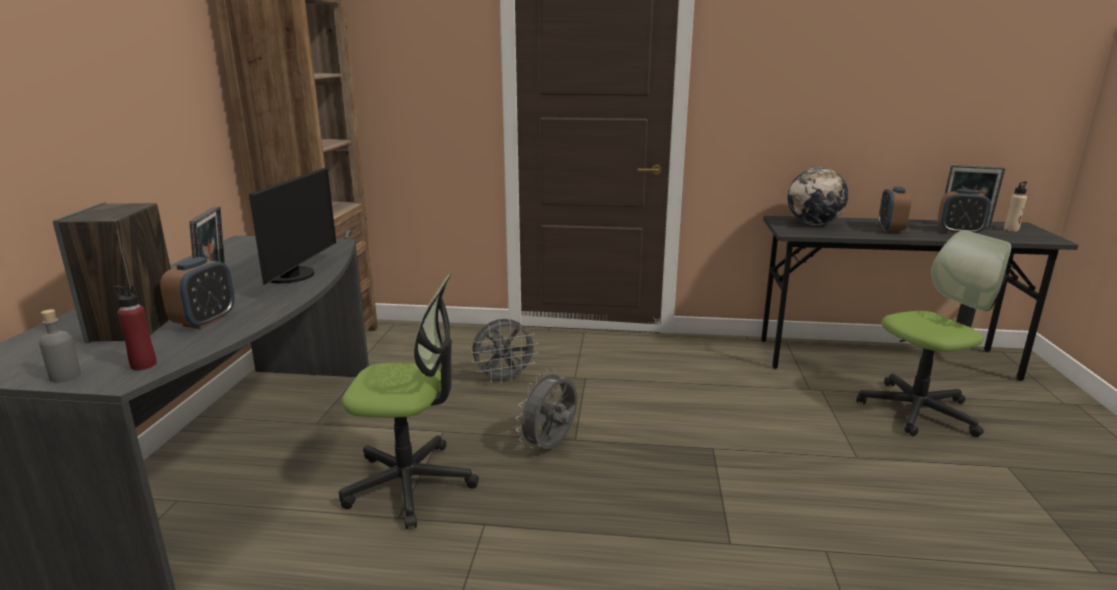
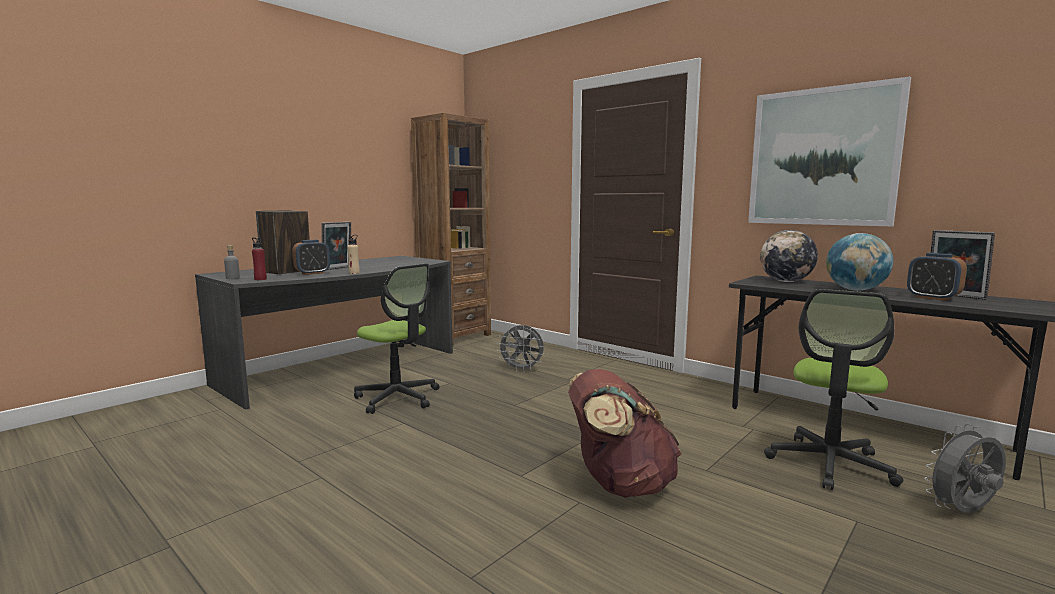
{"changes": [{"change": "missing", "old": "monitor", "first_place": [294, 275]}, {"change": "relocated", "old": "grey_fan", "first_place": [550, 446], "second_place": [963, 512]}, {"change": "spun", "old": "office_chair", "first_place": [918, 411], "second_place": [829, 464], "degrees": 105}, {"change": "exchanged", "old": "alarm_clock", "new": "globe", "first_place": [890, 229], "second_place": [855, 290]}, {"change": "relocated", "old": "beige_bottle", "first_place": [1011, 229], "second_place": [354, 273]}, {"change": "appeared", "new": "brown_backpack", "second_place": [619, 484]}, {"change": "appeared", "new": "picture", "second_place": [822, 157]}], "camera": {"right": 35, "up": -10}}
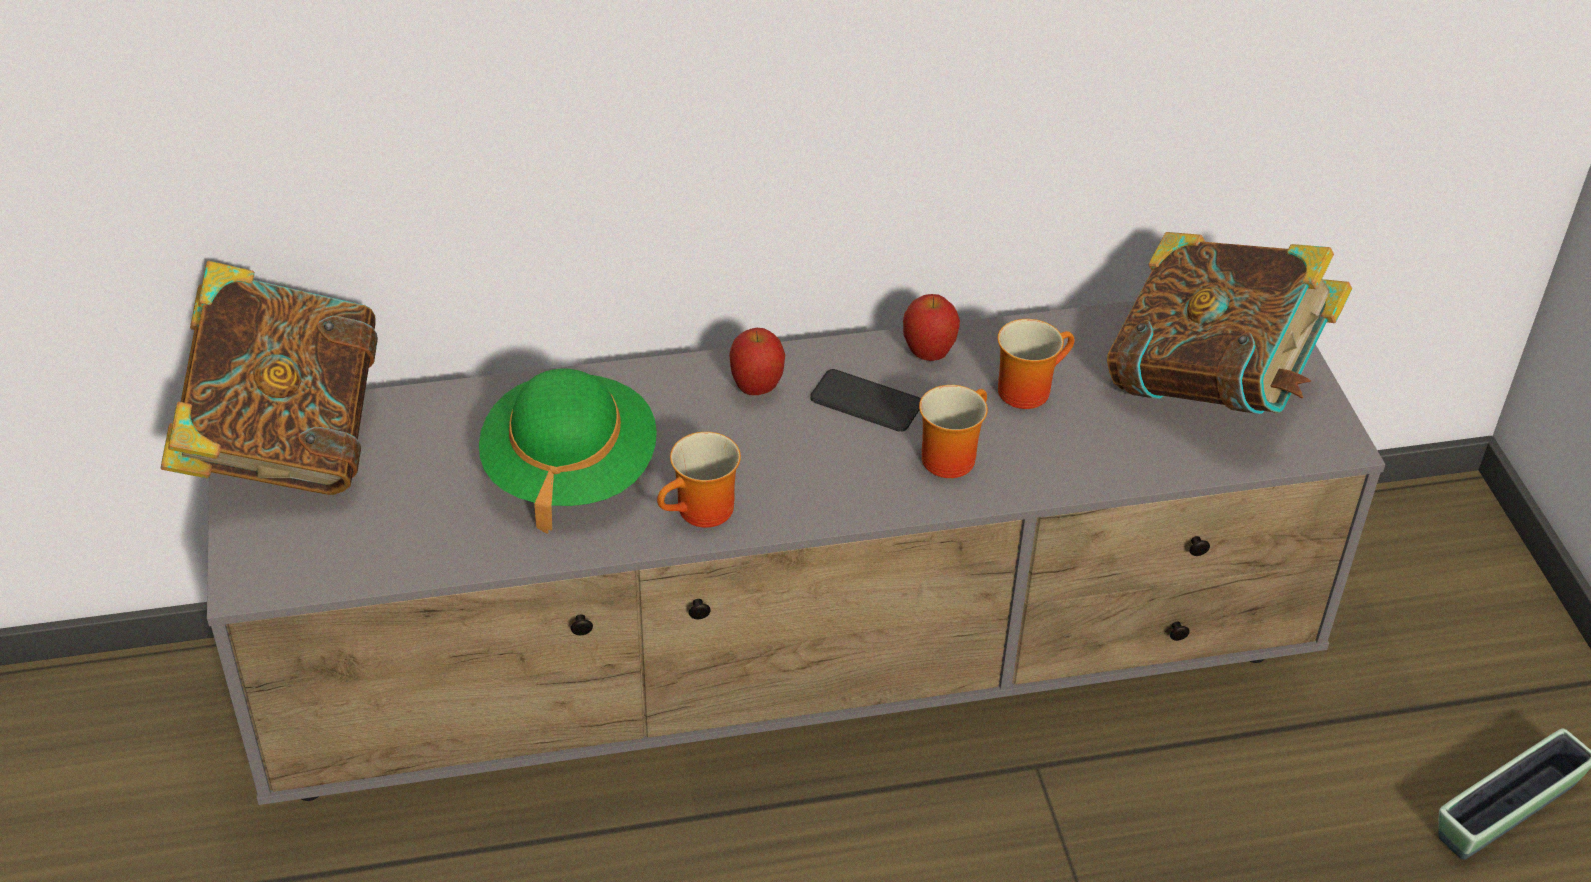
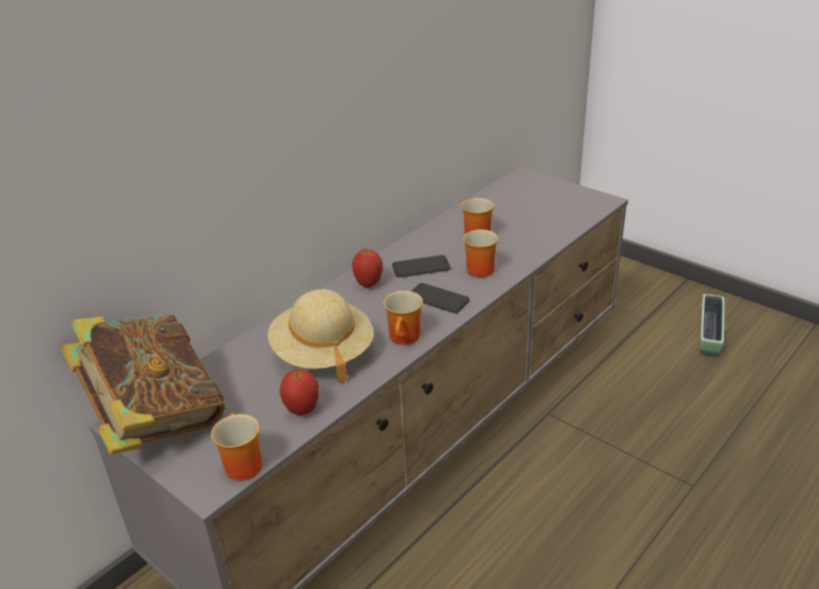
{"changes": [{"change": "colour", "old": "green_hat", "new": "beige_hat", "first_place": [570, 470], "second_place": [323, 353]}, {"change": "relocated", "old": "apple", "first_place": [928, 354], "second_place": [302, 410]}, {"change": "missing", "old": "book", "first_place": [1213, 387]}, {"change": "appeared", "new": "mug", "second_place": [240, 464]}, {"change": "appeared", "new": "phone", "second_place": [438, 299]}], "camera": {"right": -35, "up": -10}}
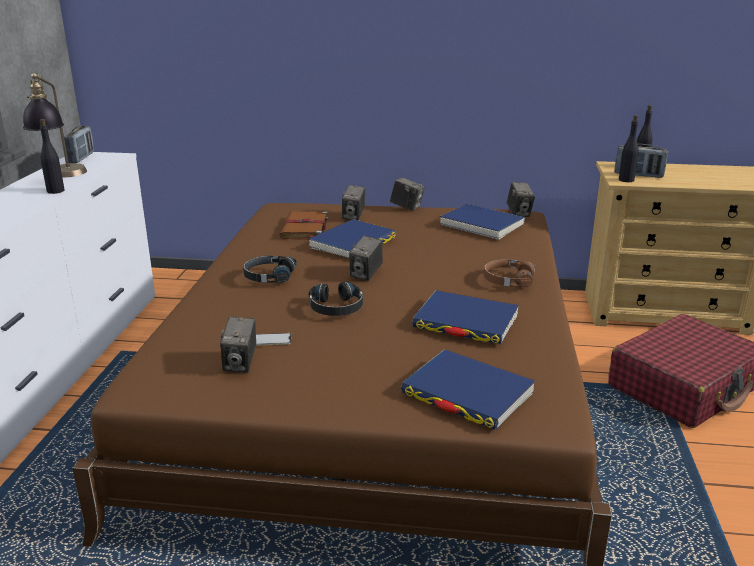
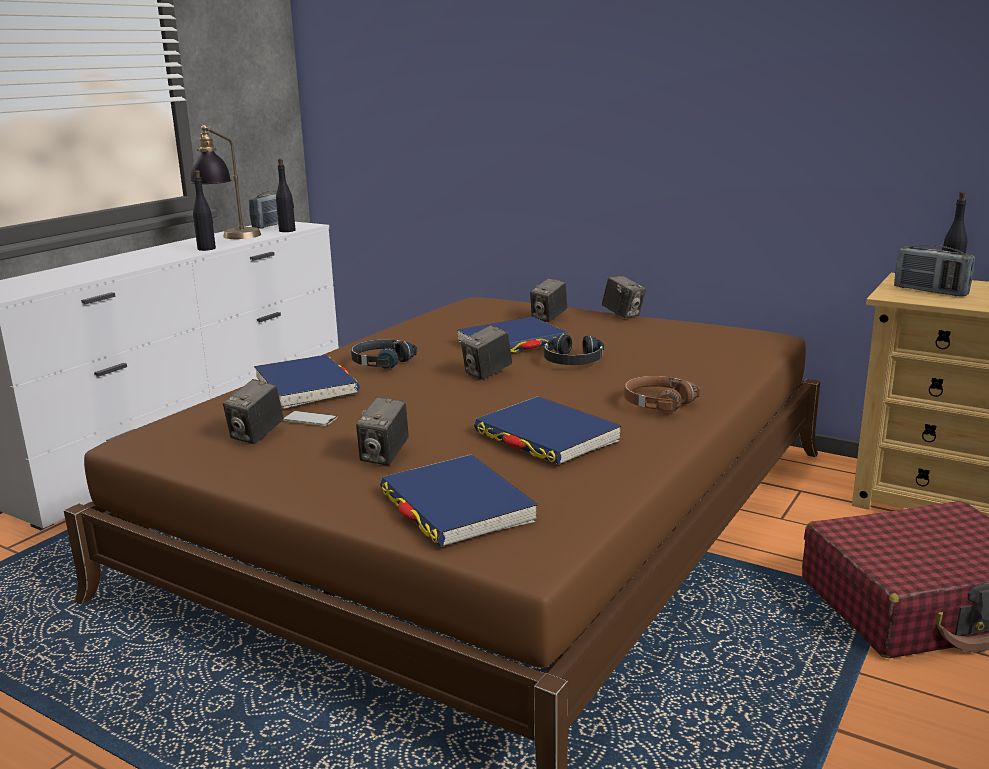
{"changes": [{"change": "missing", "old": "brown_book", "first_place": [304, 228]}, {"change": "relocated", "old": "black_headphones", "first_place": [336, 308], "second_place": [573, 361]}, {"change": "relocated", "old": "blue_book", "first_place": [482, 225], "second_place": [306, 386]}, {"change": "relocated", "old": "photo_camera", "first_place": [519, 213], "second_place": [384, 456]}, {"change": "relocated", "old": "black_bottle", "first_place": [626, 180], "second_place": [287, 230]}], "camera": {"right": 25, "up": -5}}
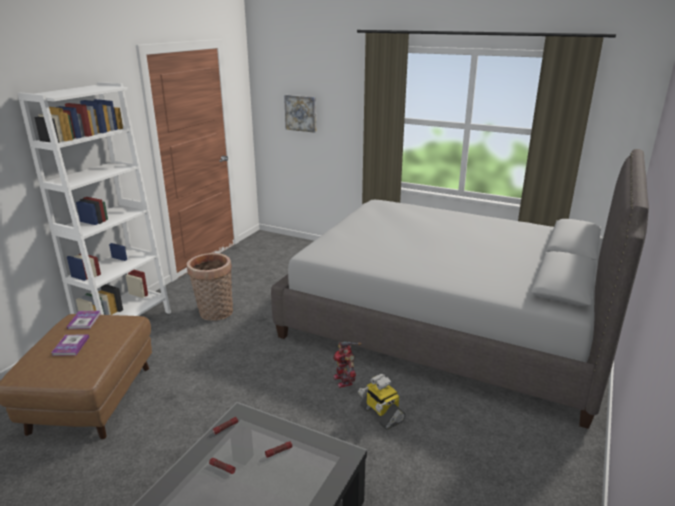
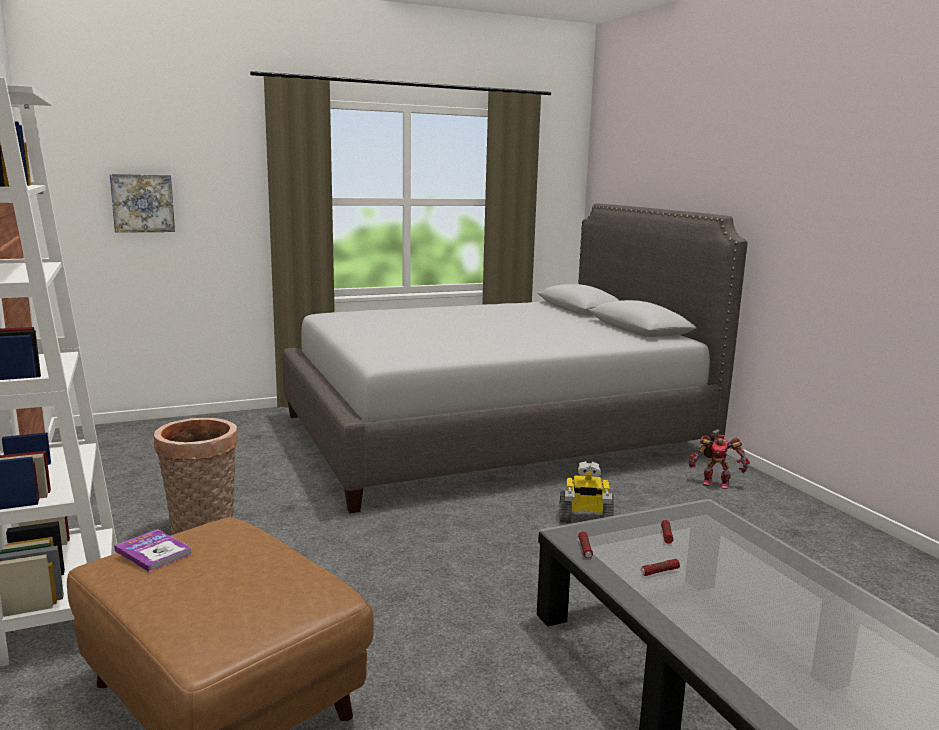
{"changes": [{"change": "missing", "old": "book", "first_place": [71, 346]}, {"change": "relocated", "old": "toy_robot", "first_place": [344, 380], "second_place": [715, 483]}], "camera": {"right": -50, "up": -10}}
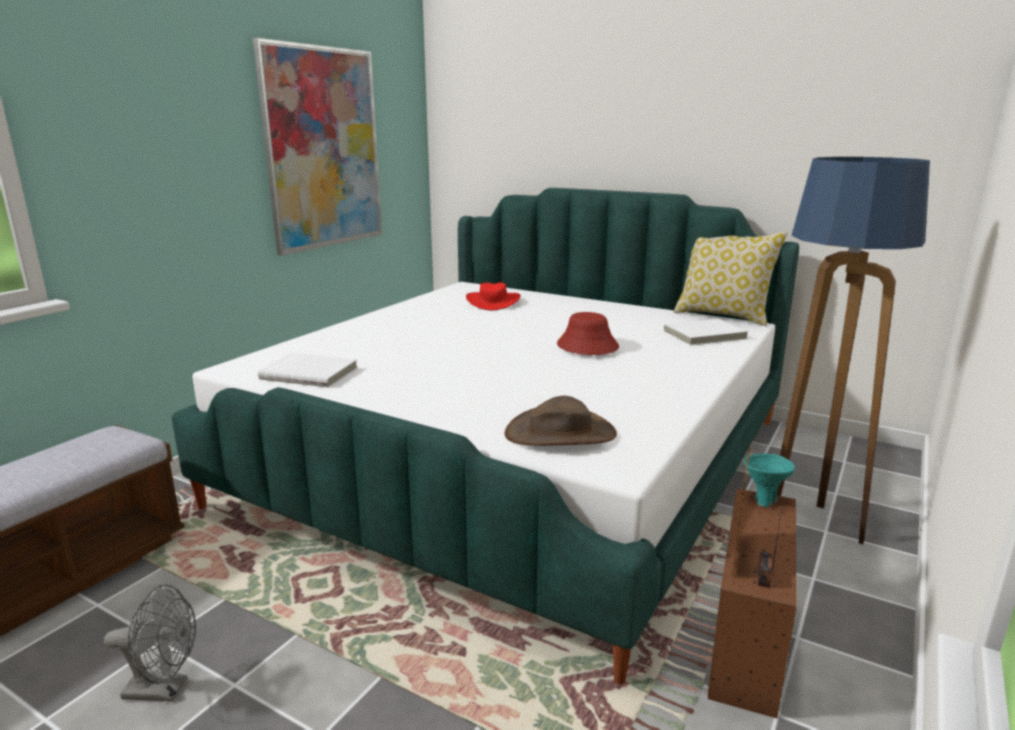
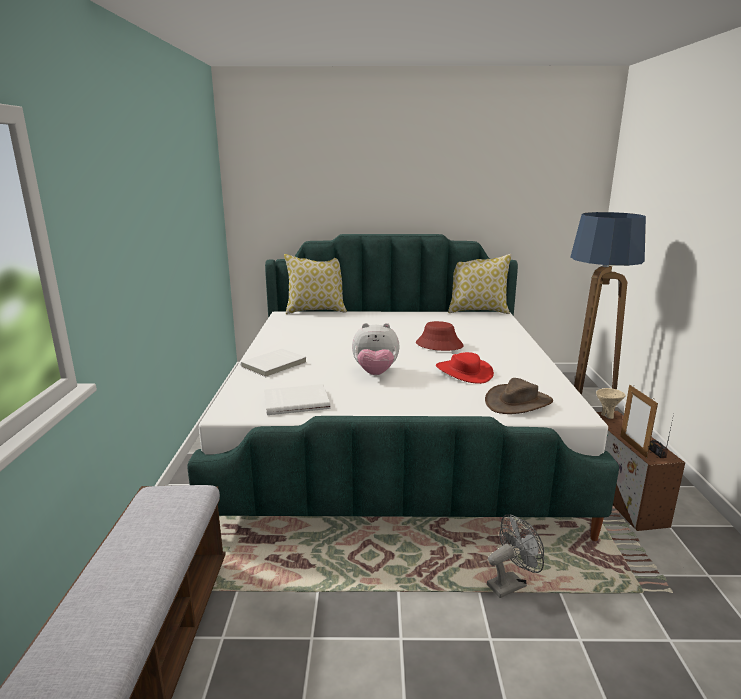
{"changes": [{"change": "relocated", "old": "grey_fan", "first_place": [165, 689], "second_place": [511, 583]}, {"change": "missing", "old": "picture", "first_place": [324, 149]}, {"change": "relocated", "old": "red_hat", "first_place": [493, 302], "second_place": [464, 372]}, {"change": "relocated", "old": "white_book", "first_place": [705, 335], "second_place": [275, 365]}, {"change": "colour", "old": "turquoise_bowl", "new": "beige_bowl", "first_place": [764, 501], "second_place": [607, 415]}, {"change": "appeared", "new": "pillow", "second_place": [316, 310]}, {"change": "appeared", "new": "plush_toy", "second_place": [375, 373]}], "camera": {"right": -30, "up": 0}}
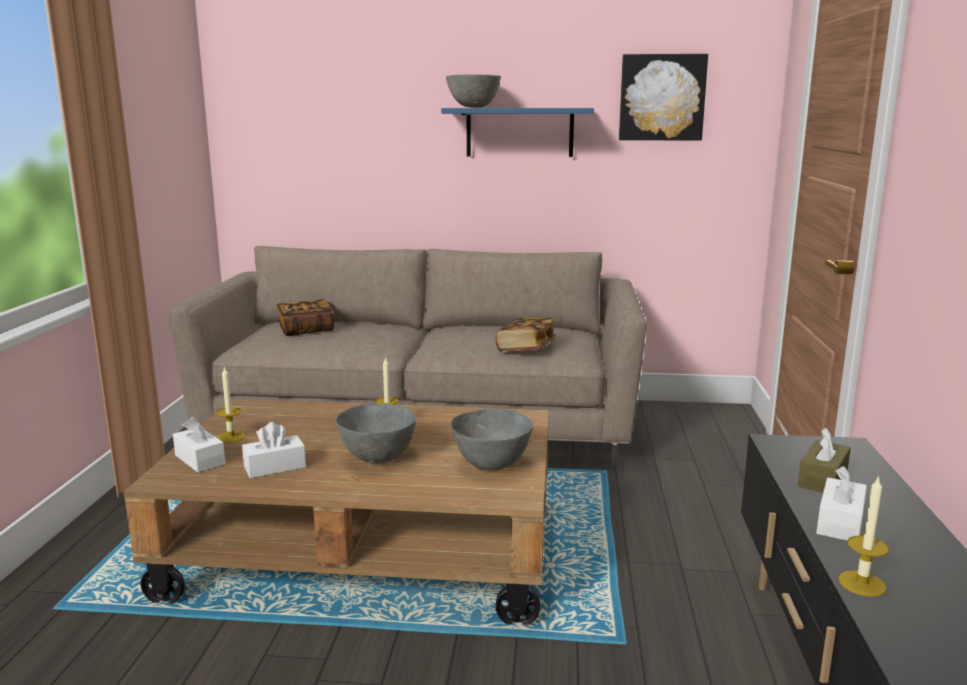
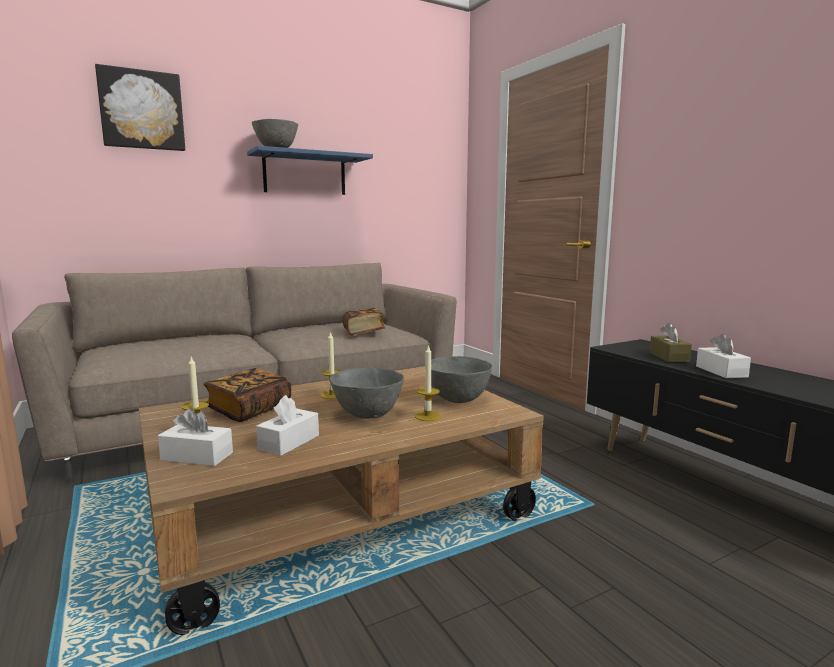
{"changes": [{"change": "relocated", "old": "book", "first_place": [306, 330], "second_place": [249, 410]}, {"change": "relocated", "old": "picture", "first_place": [662, 97], "second_place": [142, 110]}, {"change": "relocated", "old": "candle", "first_place": [862, 583], "second_place": [428, 416]}], "camera": {"right": -35, "up": -5}}
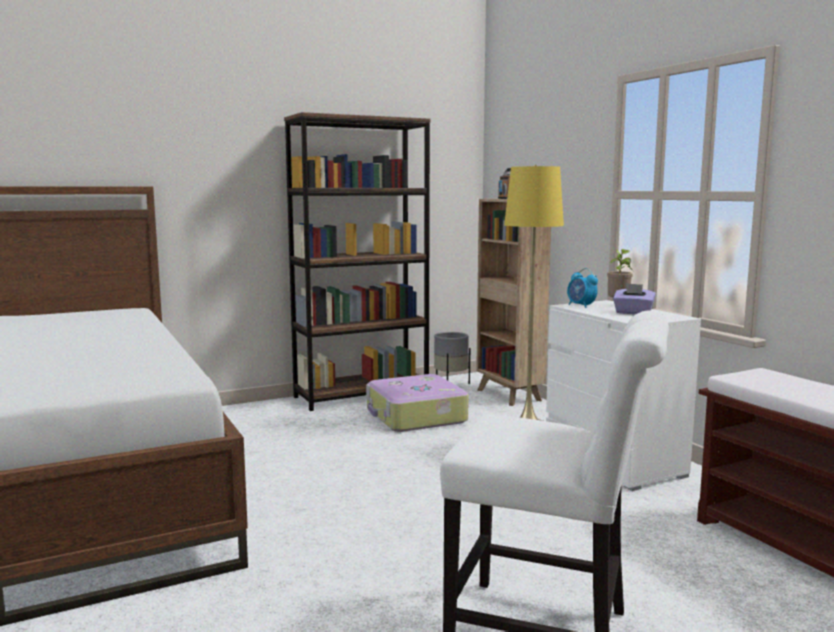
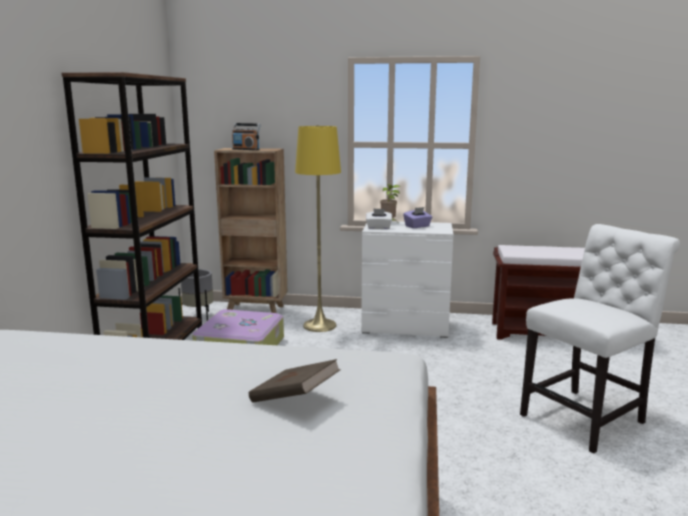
{"changes": [{"change": "exchanged", "old": "alarm_clock", "new": "white_tissue_box", "first_place": [581, 306], "second_place": [378, 228]}, {"change": "appeared", "new": "brown_book", "second_place": [294, 399]}], "camera": {"right": -55, "up": 5}}
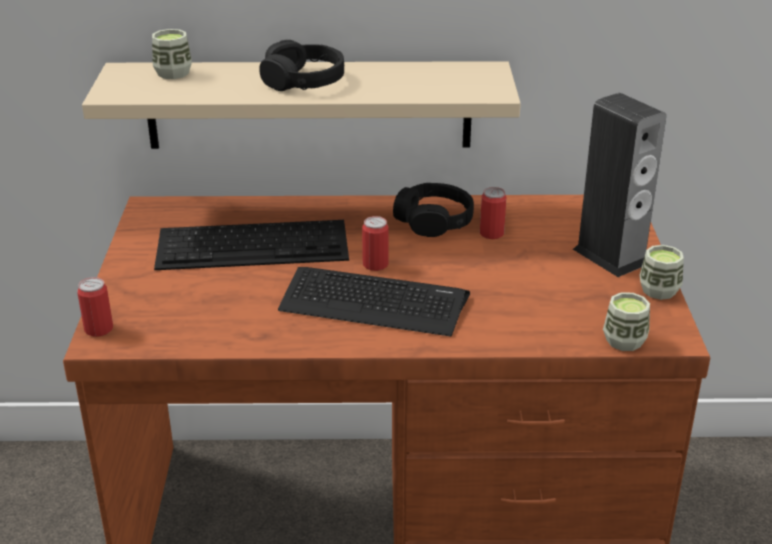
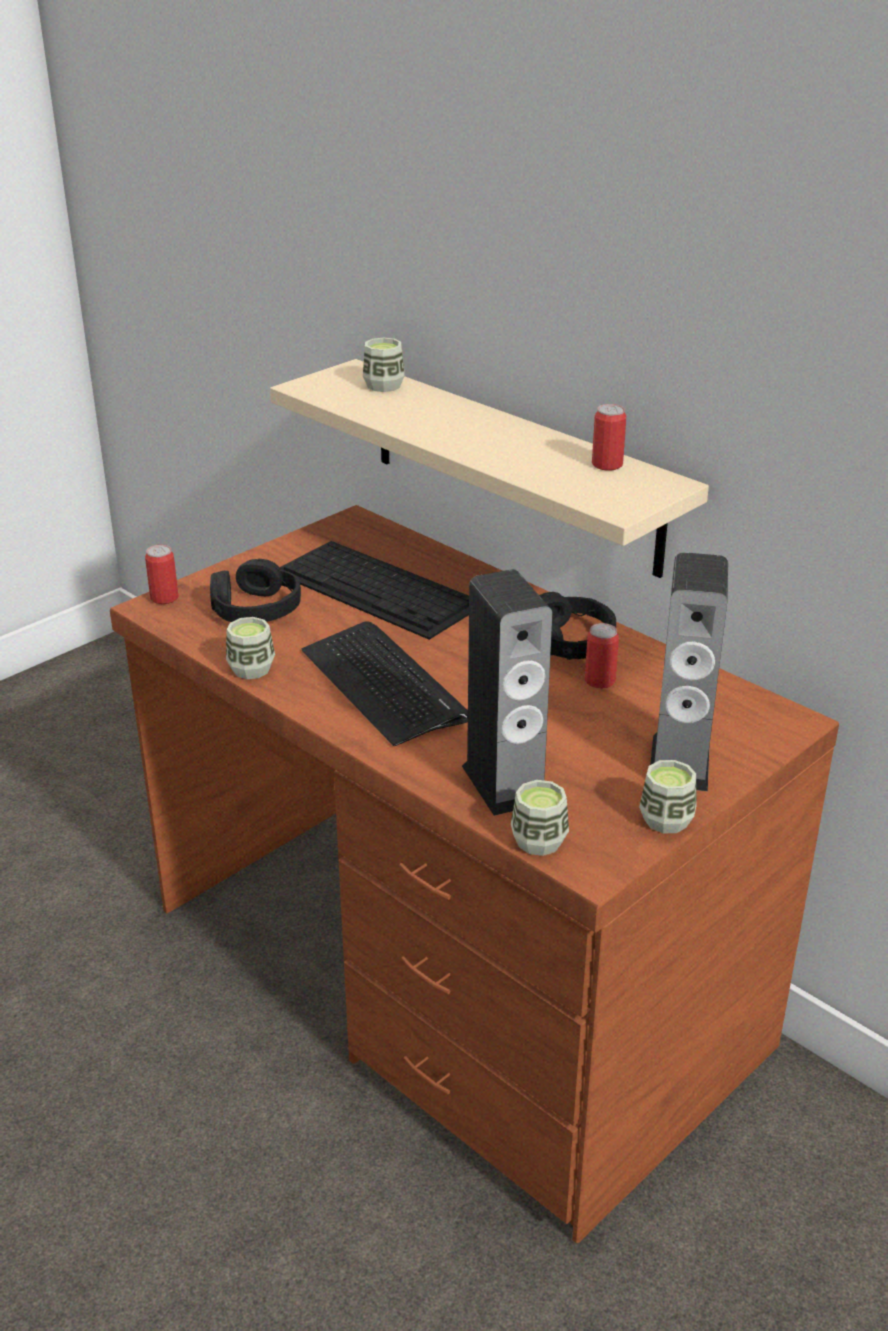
{"changes": [{"change": "relocated", "old": "black_headphones", "first_place": [303, 81], "second_place": [255, 608]}, {"change": "relocated", "old": "can", "first_place": [375, 264], "second_place": [607, 465]}, {"change": "appeared", "new": "cup", "second_place": [251, 669]}, {"change": "appeared", "new": "speaker", "second_place": [504, 783]}], "camera": {"right": 45, "up": 0}}
